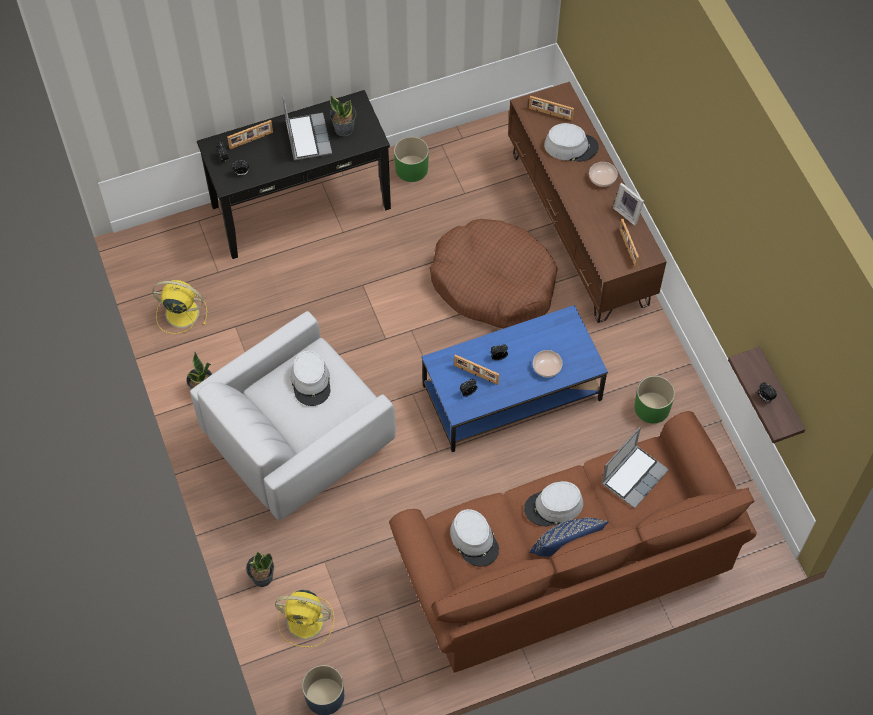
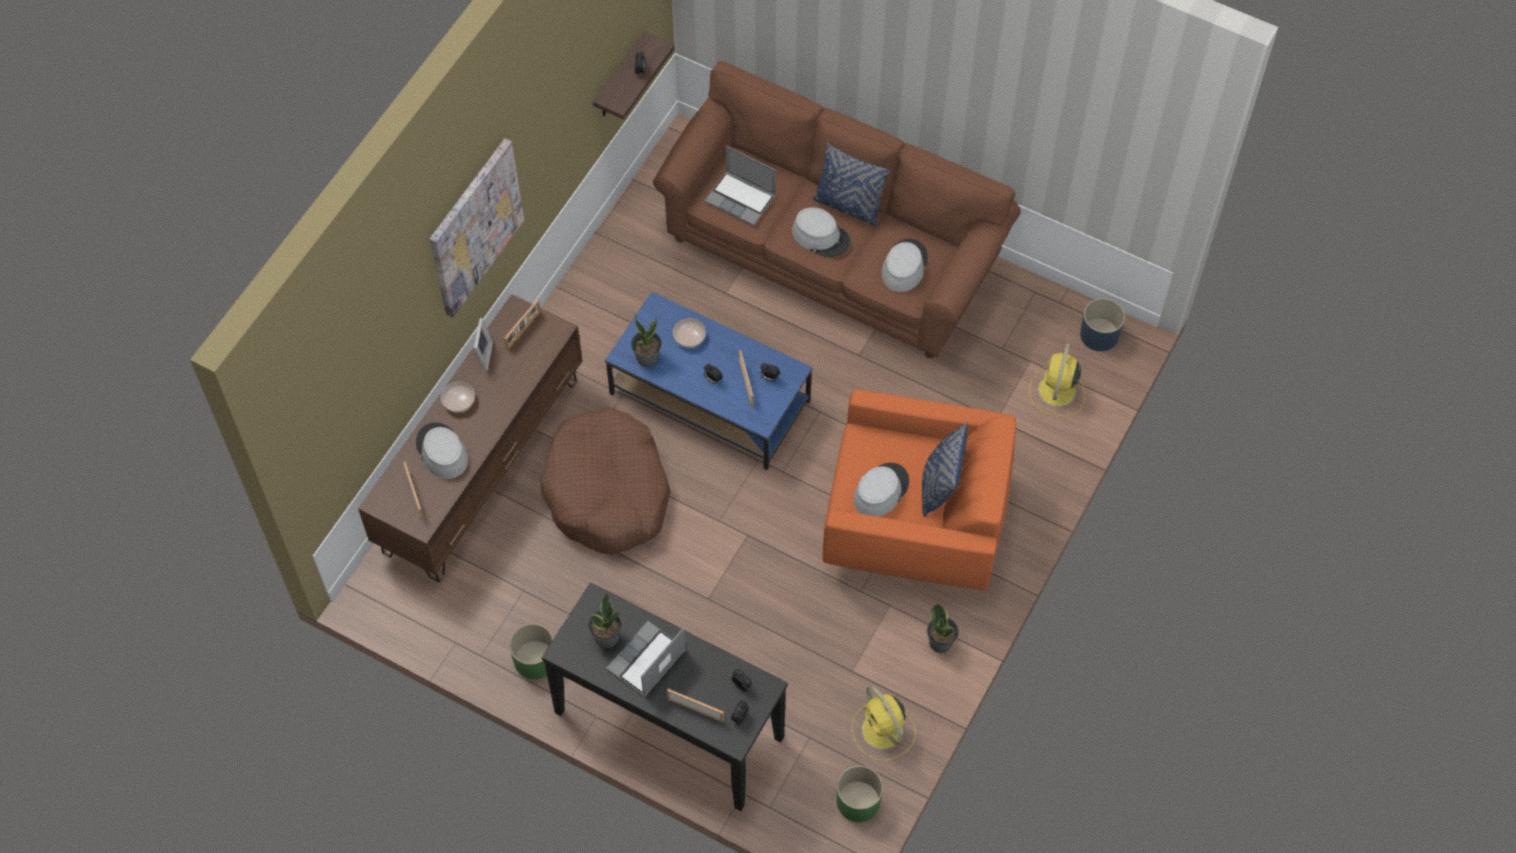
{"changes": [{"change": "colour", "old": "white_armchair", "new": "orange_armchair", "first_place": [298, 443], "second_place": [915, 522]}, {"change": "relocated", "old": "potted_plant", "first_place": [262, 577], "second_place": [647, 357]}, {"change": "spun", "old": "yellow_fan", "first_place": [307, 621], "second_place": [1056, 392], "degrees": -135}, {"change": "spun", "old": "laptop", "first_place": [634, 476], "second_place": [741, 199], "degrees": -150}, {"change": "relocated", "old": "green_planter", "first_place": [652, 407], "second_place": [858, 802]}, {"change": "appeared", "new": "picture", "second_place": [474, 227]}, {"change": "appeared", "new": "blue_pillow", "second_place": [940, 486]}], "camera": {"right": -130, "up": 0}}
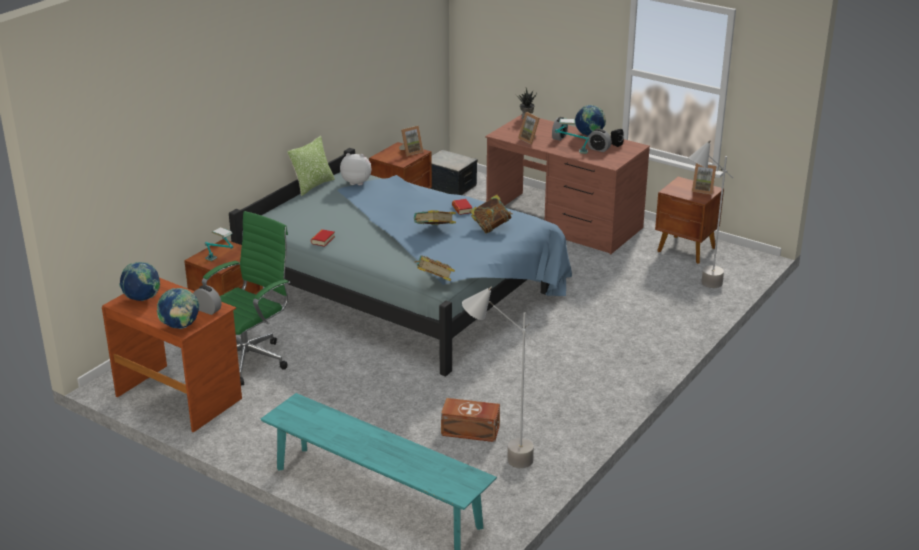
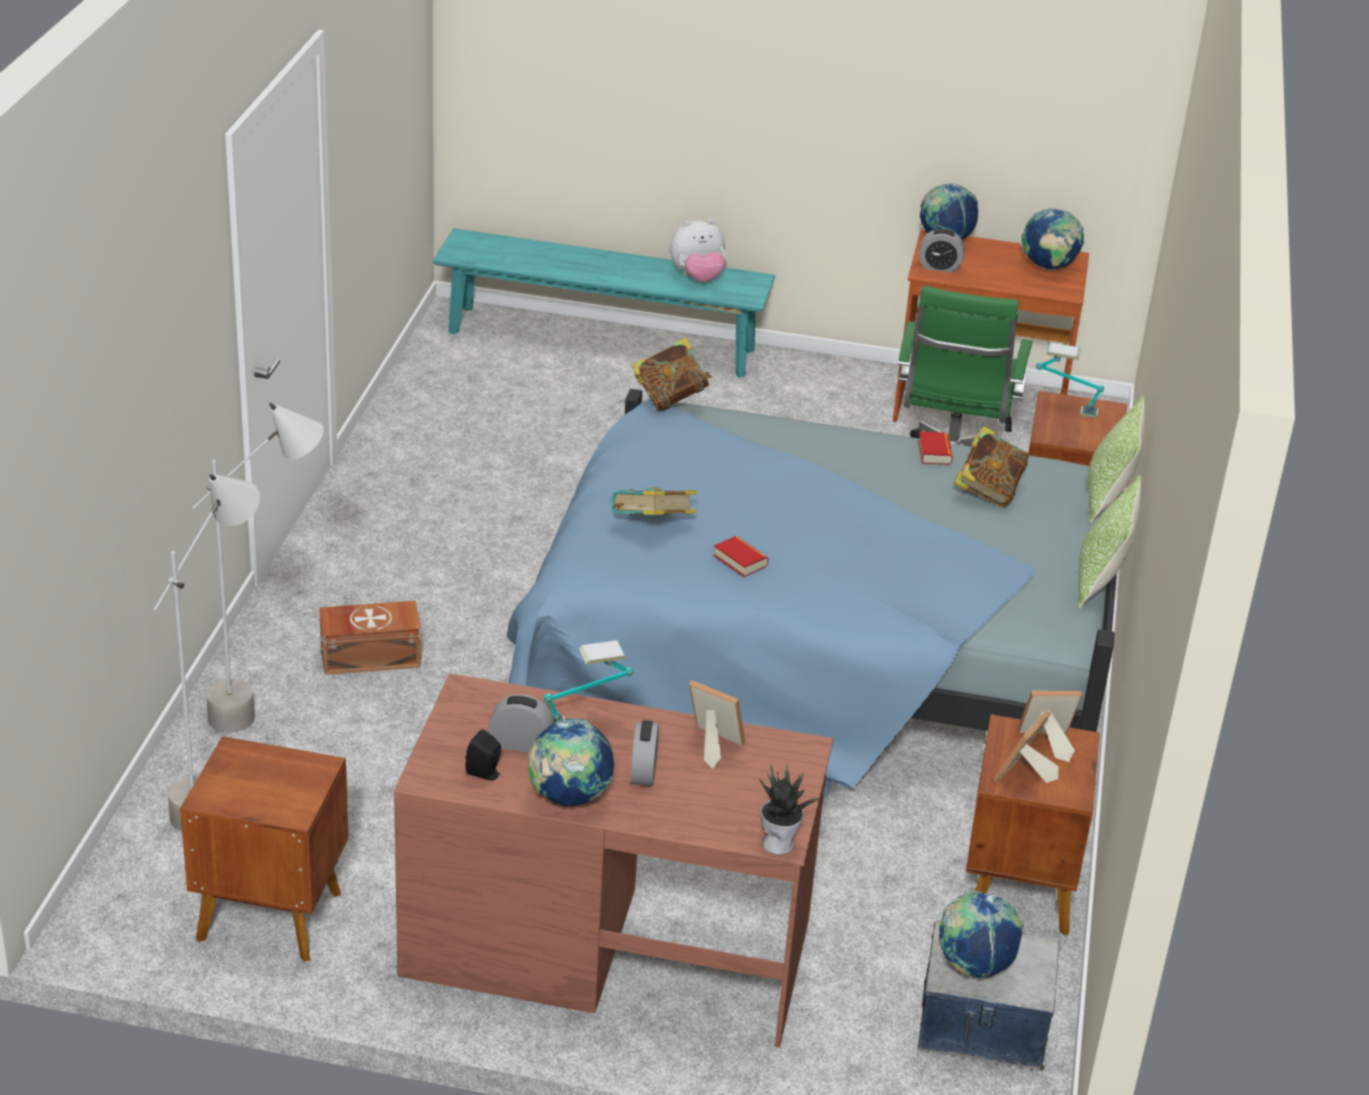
{"changes": [{"change": "relocated", "old": "plush_toy", "first_place": [357, 182], "second_place": [697, 277]}, {"change": "relocated", "old": "book", "first_place": [434, 231], "second_place": [988, 491]}, {"change": "relocated", "old": "brown_storage_box", "first_place": [471, 431], "second_place": [369, 655]}, {"change": "relocated", "old": "grey_floor_lamp", "first_place": [498, 460], "second_place": [269, 709]}, {"change": "relocated", "old": "picture_frame", "first_place": [703, 190], "second_place": [1046, 743]}, {"change": "appeared", "new": "globe", "second_place": [974, 966]}, {"change": "appeared", "new": "pillow", "second_place": [1107, 498]}], "camera": {"right": 155, "up": 5}}
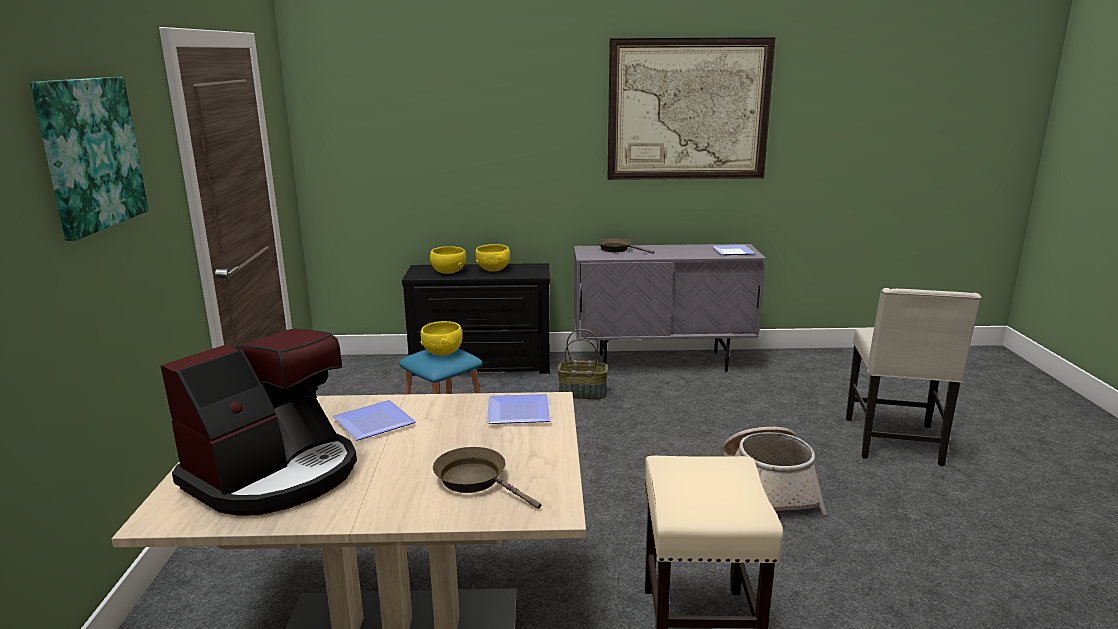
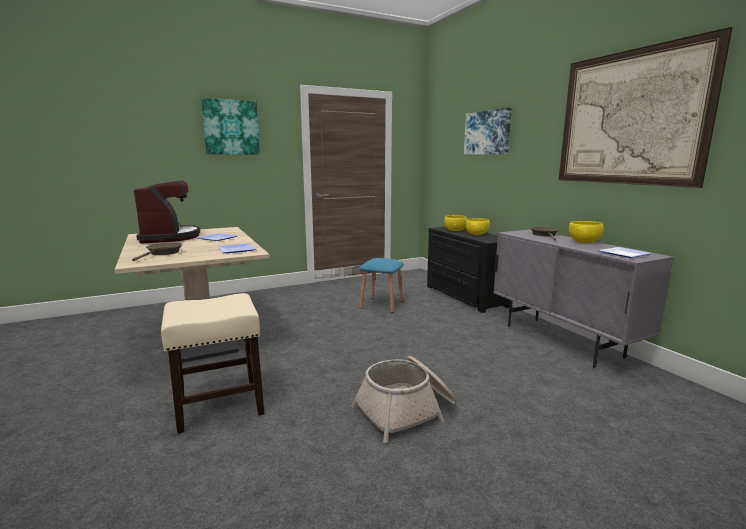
{"changes": [{"change": "spun", "old": "coffee_machine", "first_place": [275, 475], "second_place": [169, 237], "degrees": -120}, {"change": "relocated", "old": "yellow_bowl", "first_place": [443, 352], "second_place": [584, 242]}, {"change": "missing", "old": "basket", "first_place": [583, 393]}, {"change": "missing", "old": "beige_chair", "first_place": [895, 443]}, {"change": "appeared", "new": "picture", "second_place": [487, 132]}], "camera": {"right": 65, "up": -5}}
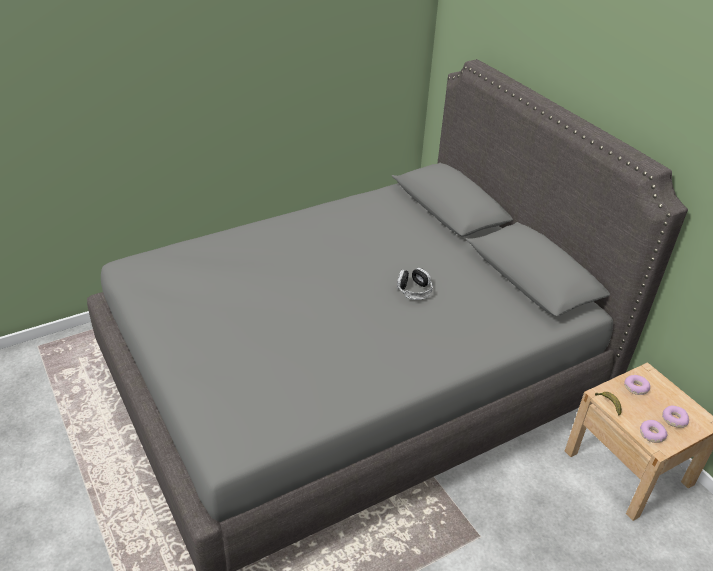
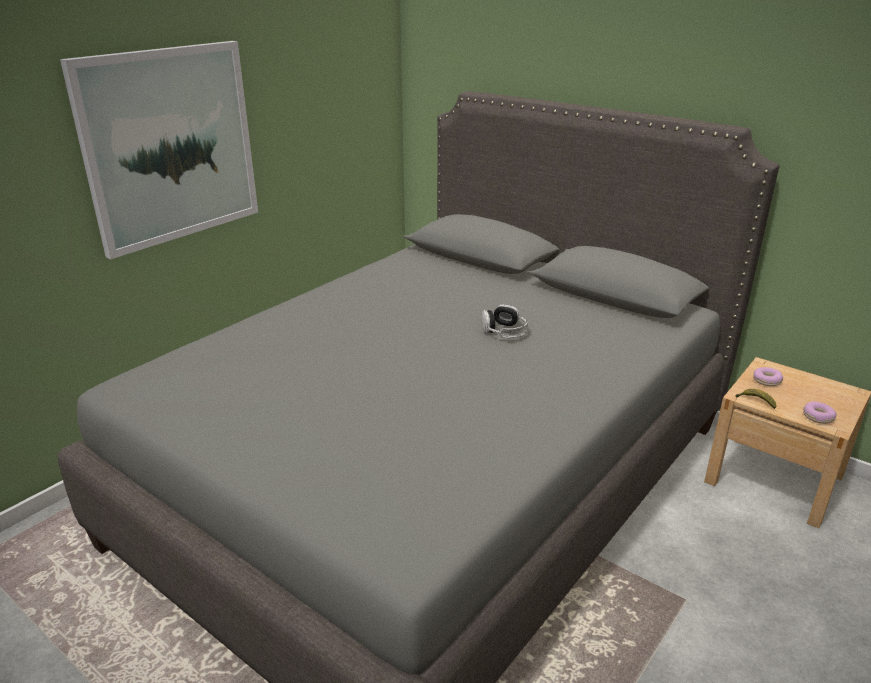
{"changes": [{"change": "missing", "old": "donut", "first_place": [673, 419]}, {"change": "appeared", "new": "picture", "second_place": [170, 146]}], "camera": {"right": -20, "up": -10}}
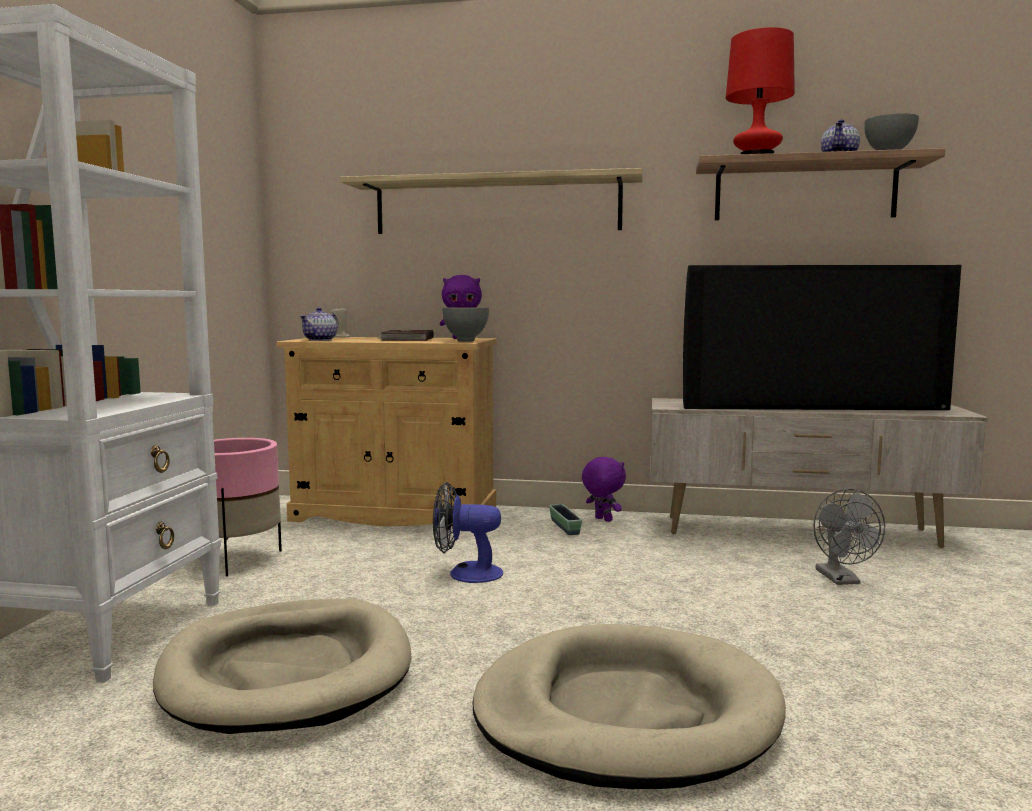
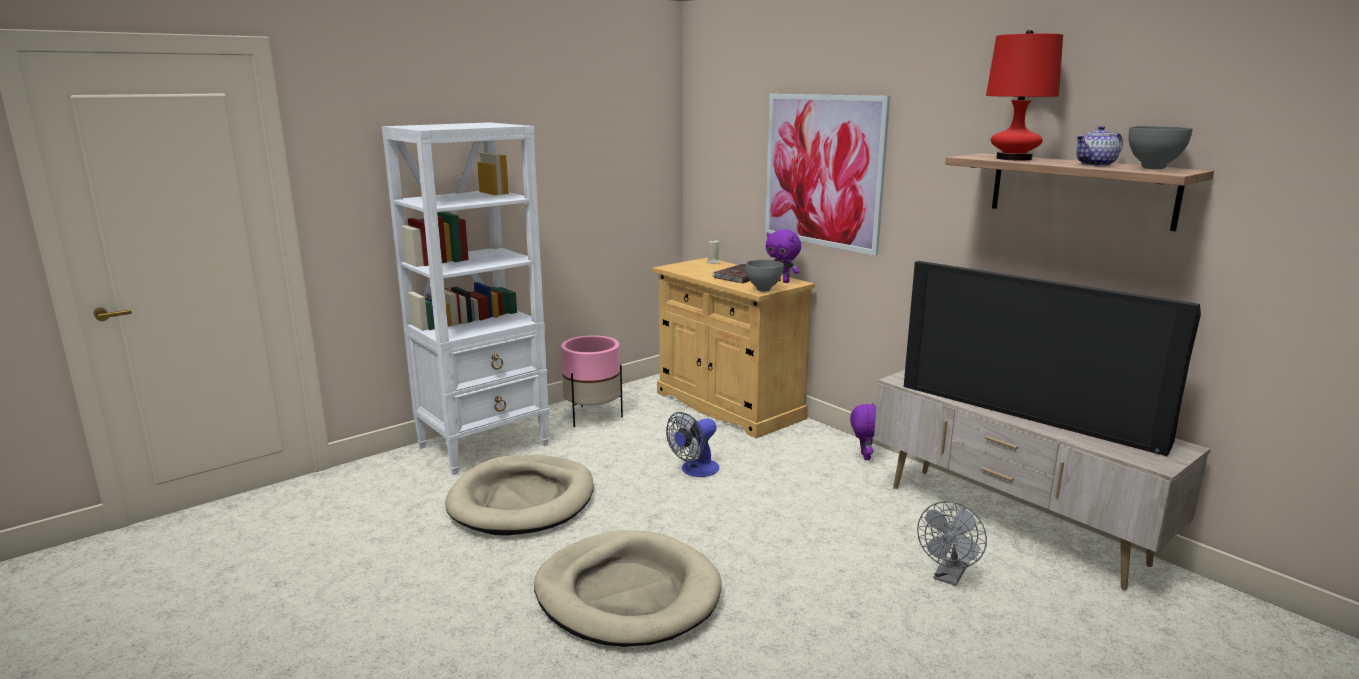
{"changes": [{"change": "missing", "old": "teapot", "first_place": [320, 340]}, {"change": "exchanged", "old": "shelf", "new": "picture", "first_place": [496, 206], "second_place": [823, 171]}, {"change": "spun", "old": "fan", "first_place": [466, 573], "second_place": [695, 470], "degrees": -90}, {"change": "missing", "old": "planter", "first_place": [565, 527]}], "camera": {"right": 40, "up": 10}}
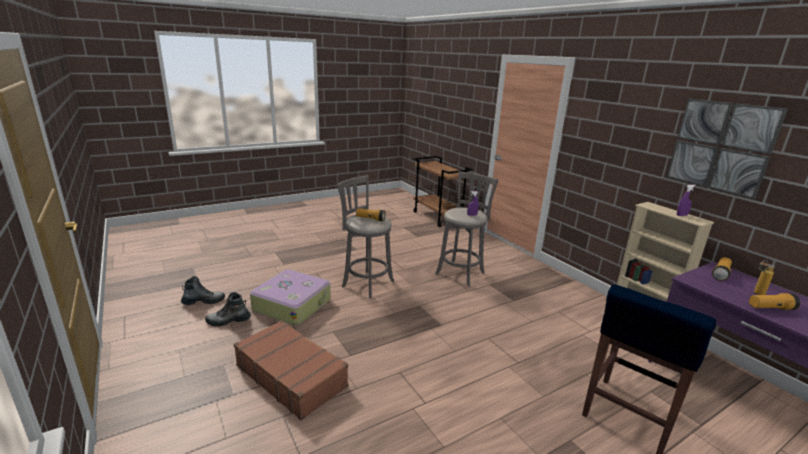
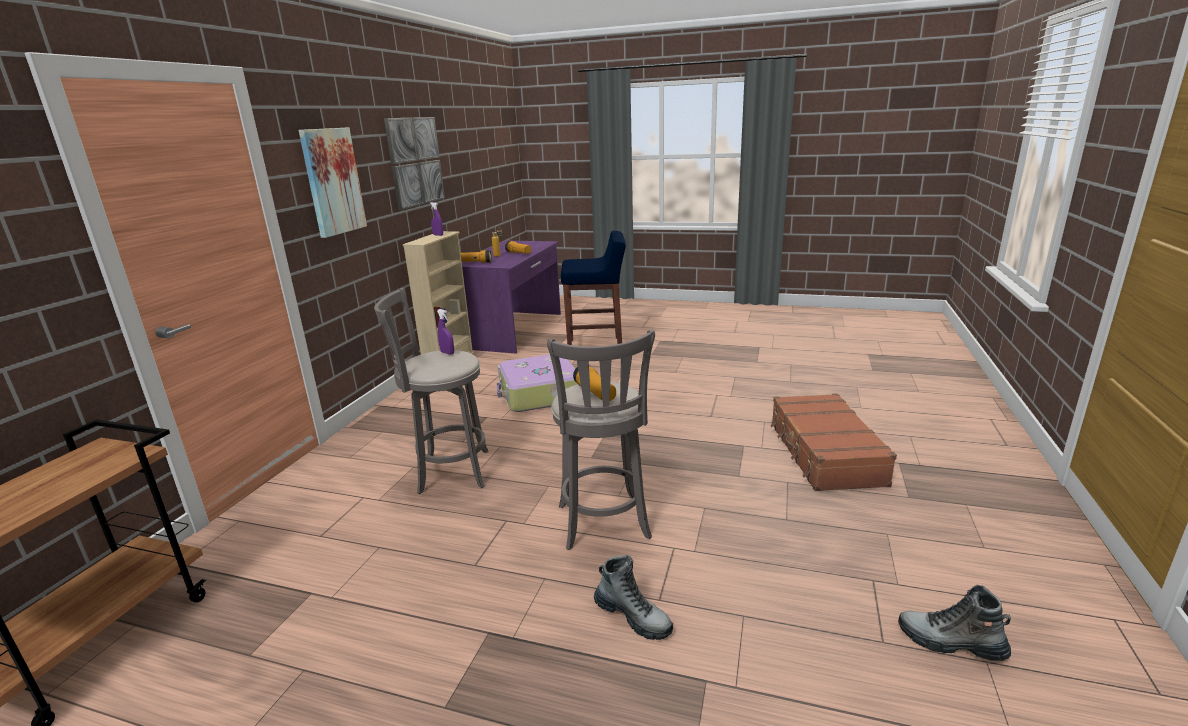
{"changes": [{"change": "relocated", "old": "boot", "first_place": [228, 321], "second_place": [633, 617]}, {"change": "relocated", "old": "suitcase", "first_place": [292, 304], "second_place": [539, 394]}, {"change": "appeared", "new": "picture", "second_place": [332, 181]}], "camera": {"right": -130, "up": 0}}
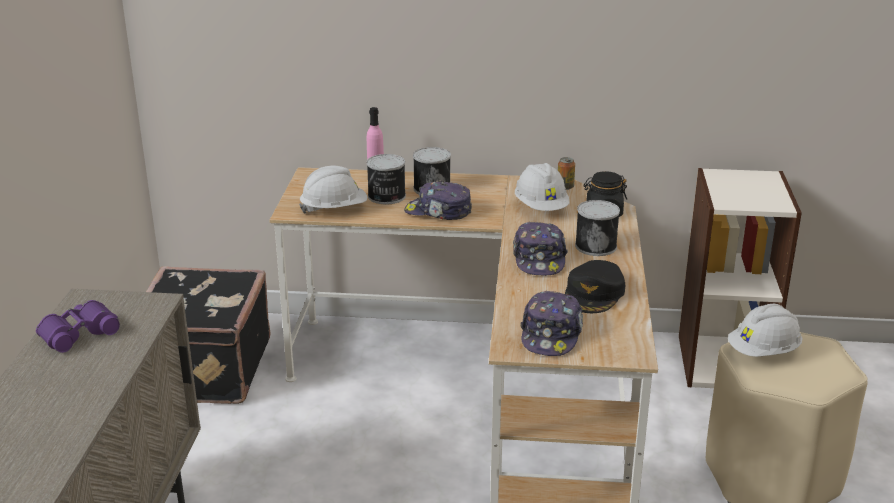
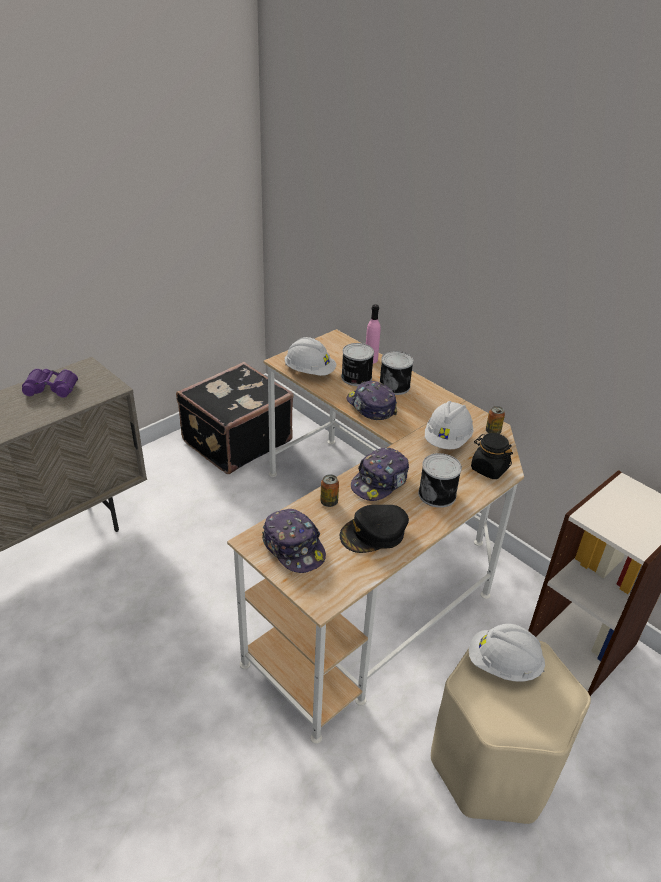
{"changes": [{"change": "spun", "old": "cap", "first_place": [551, 334], "second_place": [294, 547], "degrees": -90}, {"change": "appeared", "new": "can", "second_place": [329, 502]}], "camera": {"right": 40, "up": 10}}
